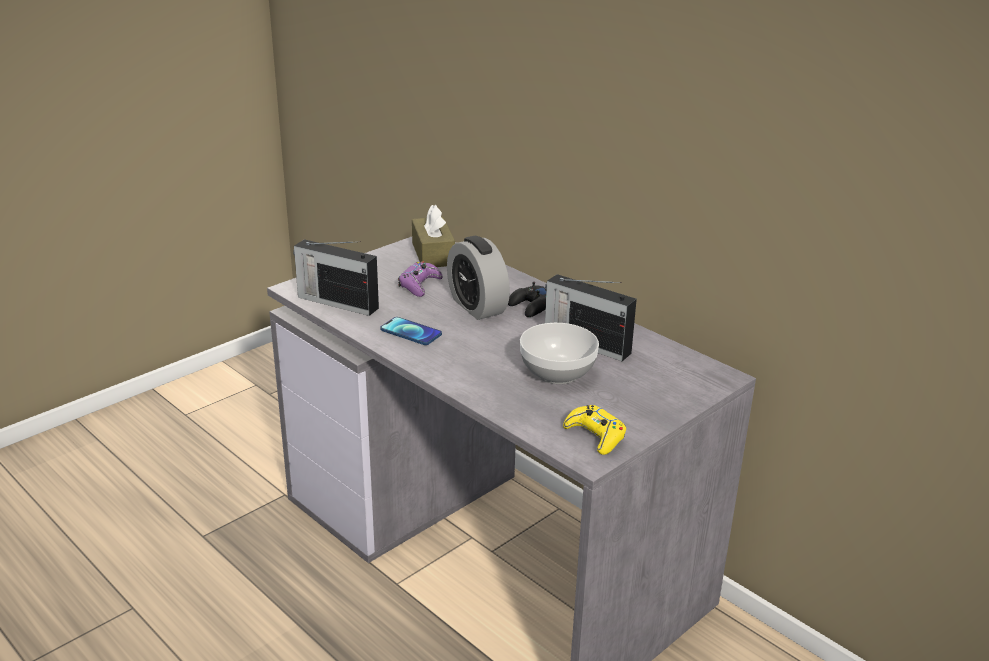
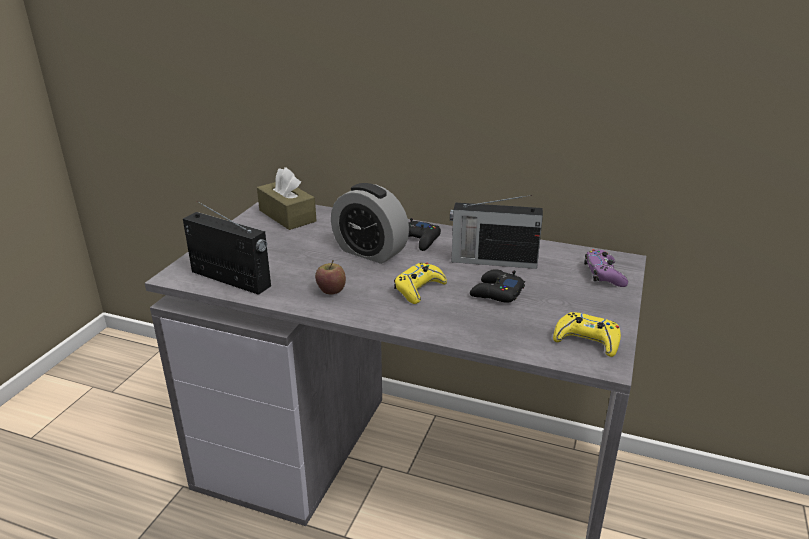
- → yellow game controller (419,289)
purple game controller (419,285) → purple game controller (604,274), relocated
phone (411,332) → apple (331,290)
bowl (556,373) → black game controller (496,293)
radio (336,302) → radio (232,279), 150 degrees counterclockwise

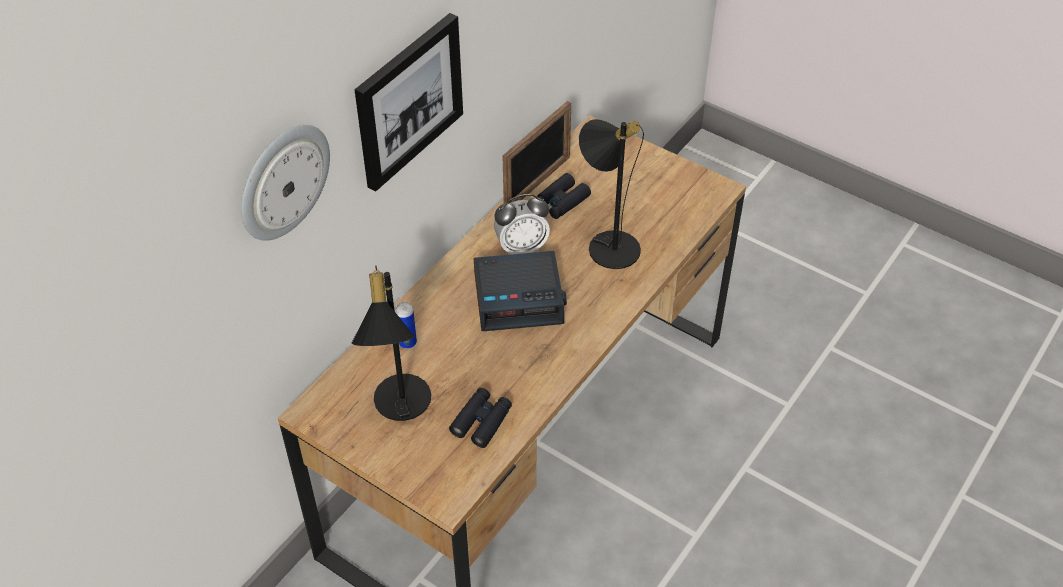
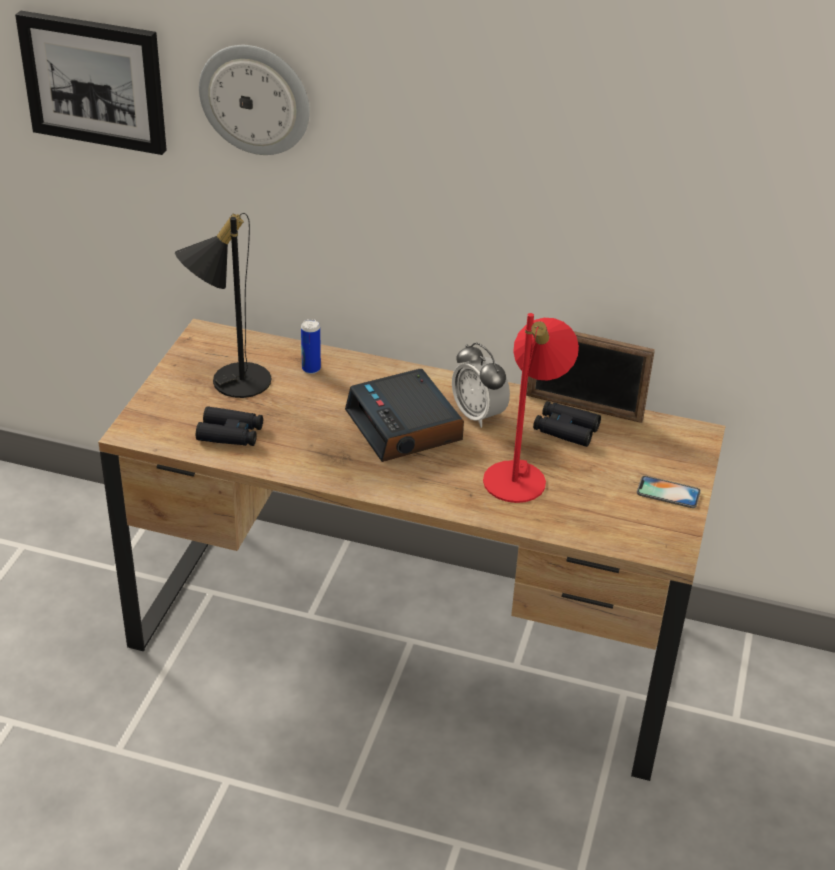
- → phone (668,492)
picture (408,100) → picture (94,81), relocated
black table lamp (608,243) → red table lamp (522,475)

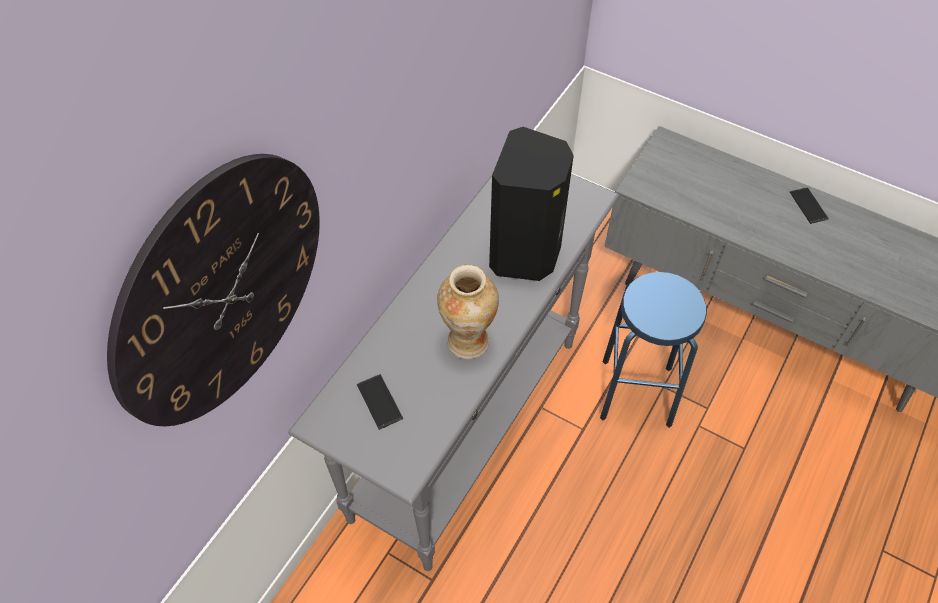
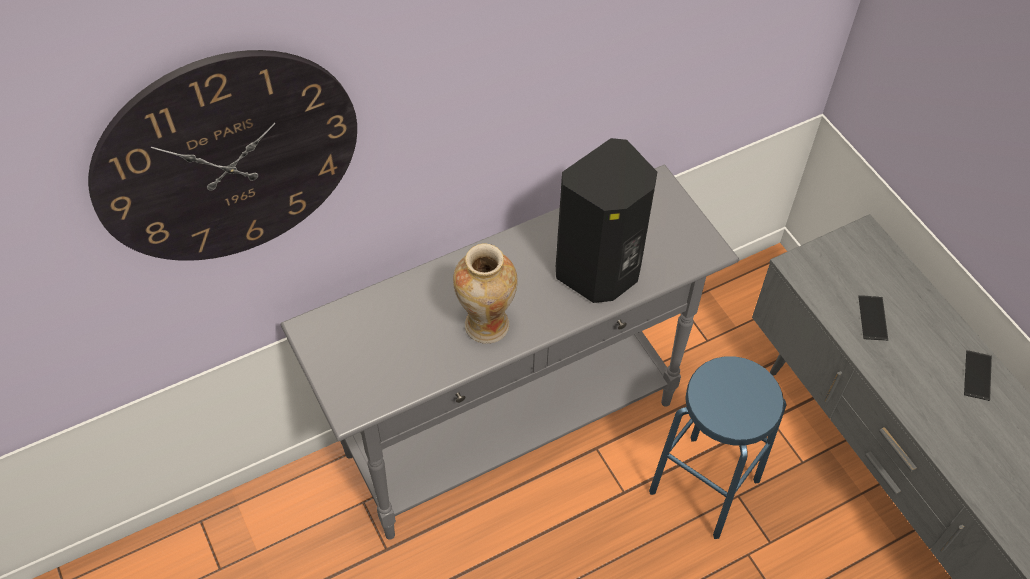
phone (379,401) → phone (872,318), relocated

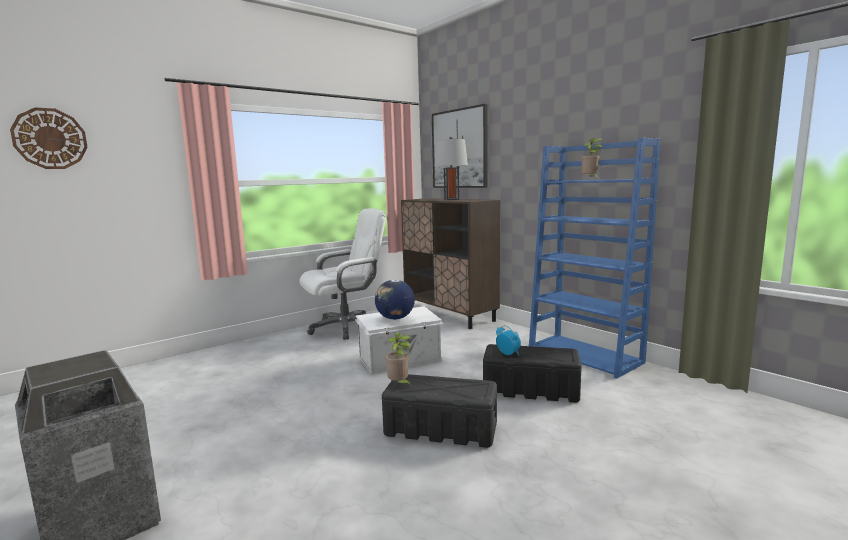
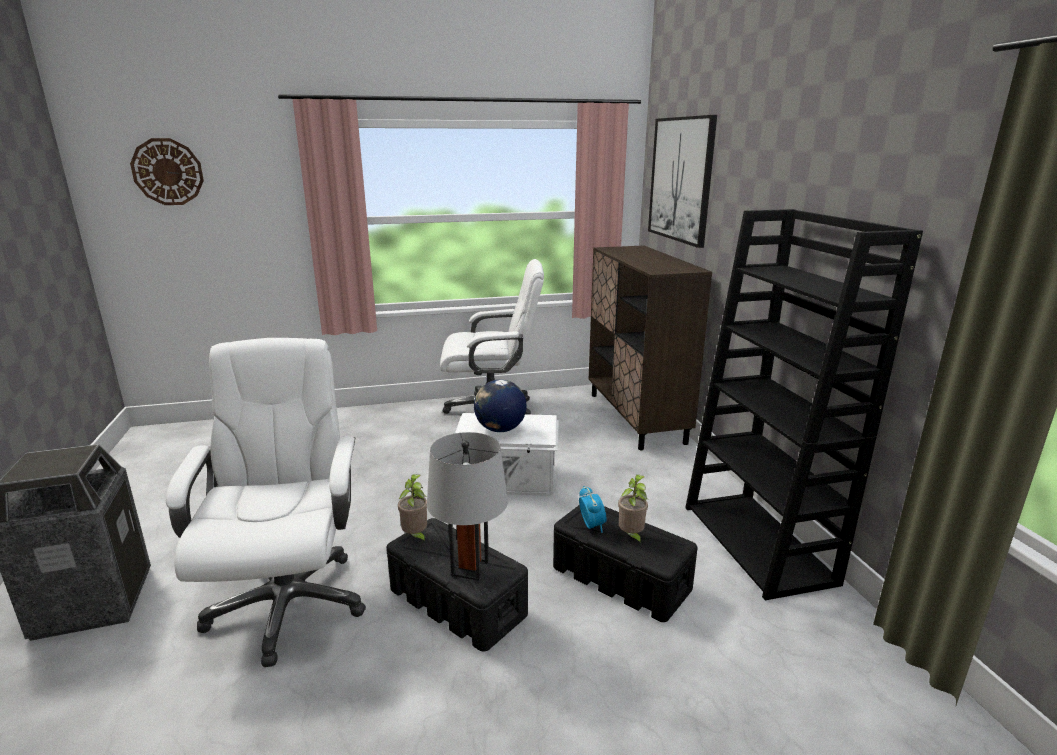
- → white office chair (288,602)
grey table lamp (451,199) → grey table lamp (470,569), relocated
potted plant (590,179) → potted plant (631,536), relocated
blue bookcase (585,356) → black bookcase (759,544)

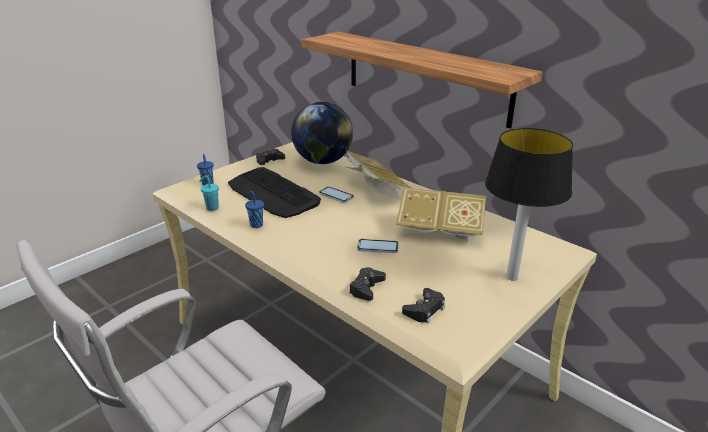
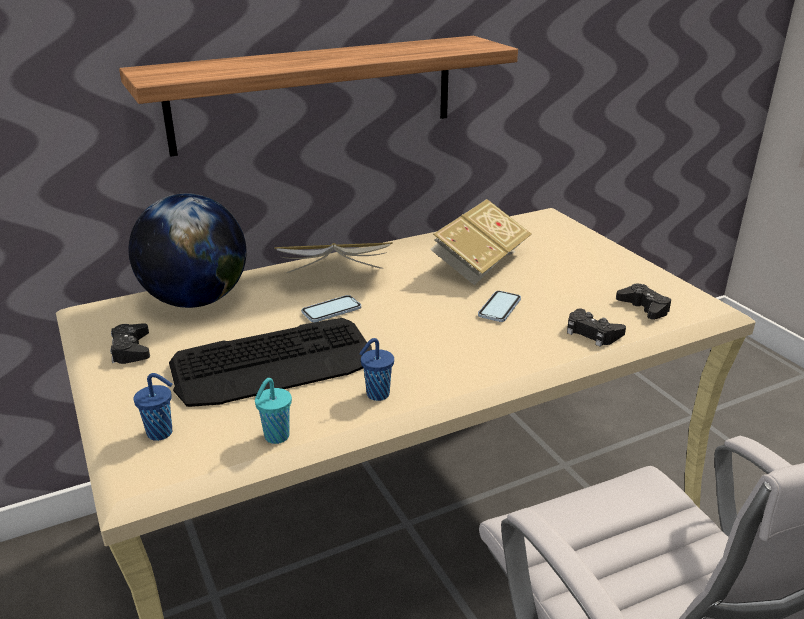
table lamp (511,276) → -

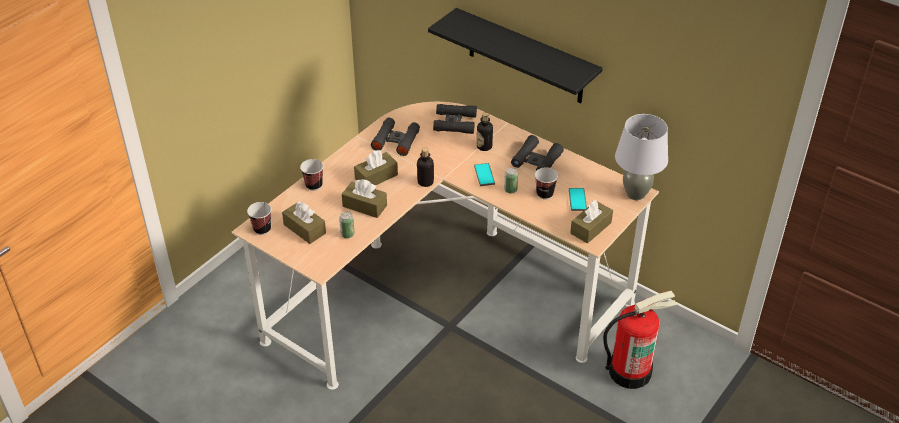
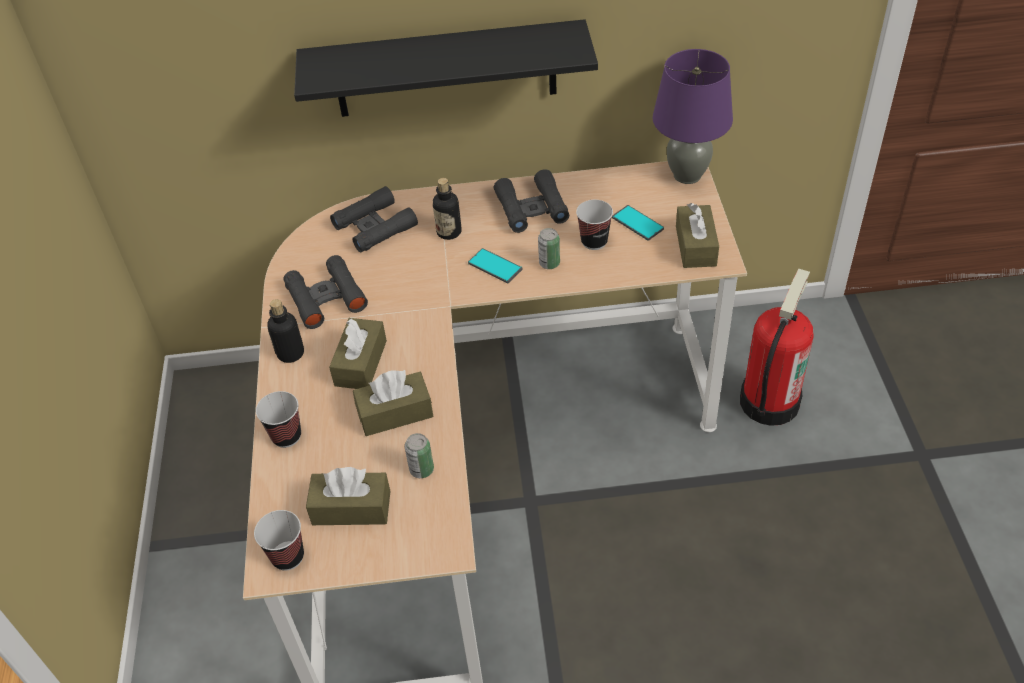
bottle (425,182) → bottle (290,353), relocated
grey table lamp (636,193) → purple table lamp (687,175)

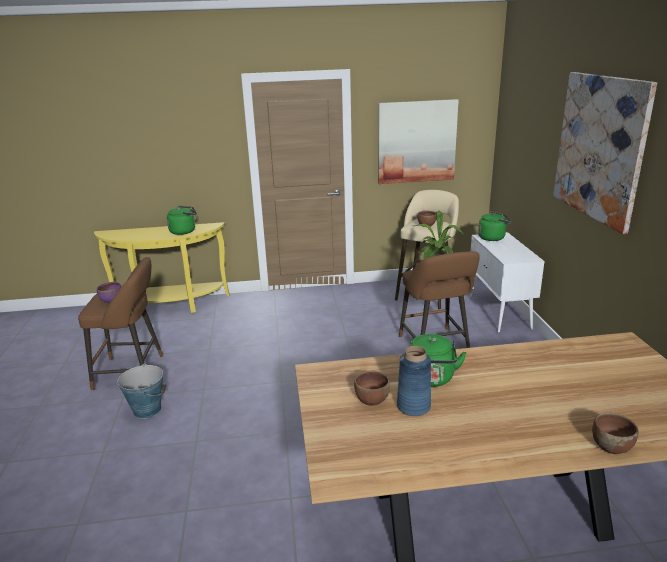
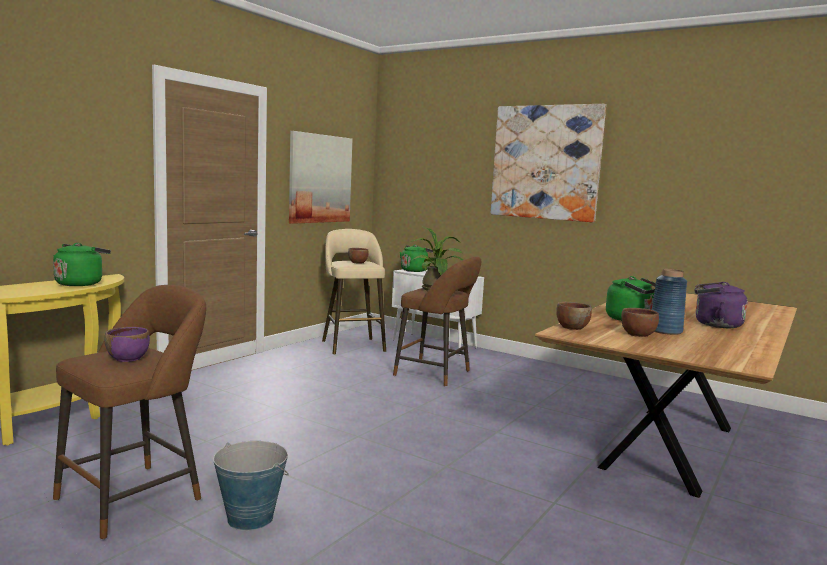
- → purple kettle (714,324)
brown bowl (610,446) → brown bowl (572,327), relocated

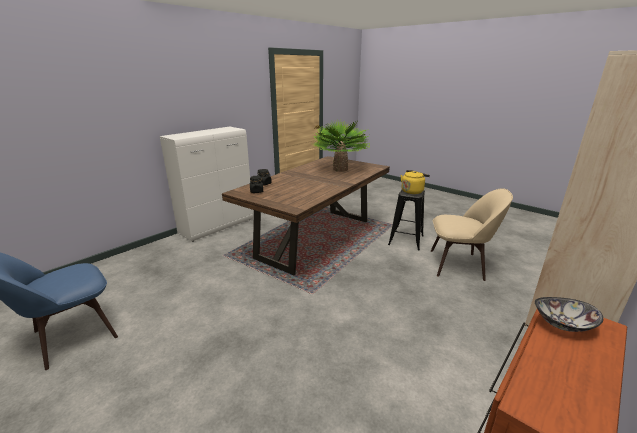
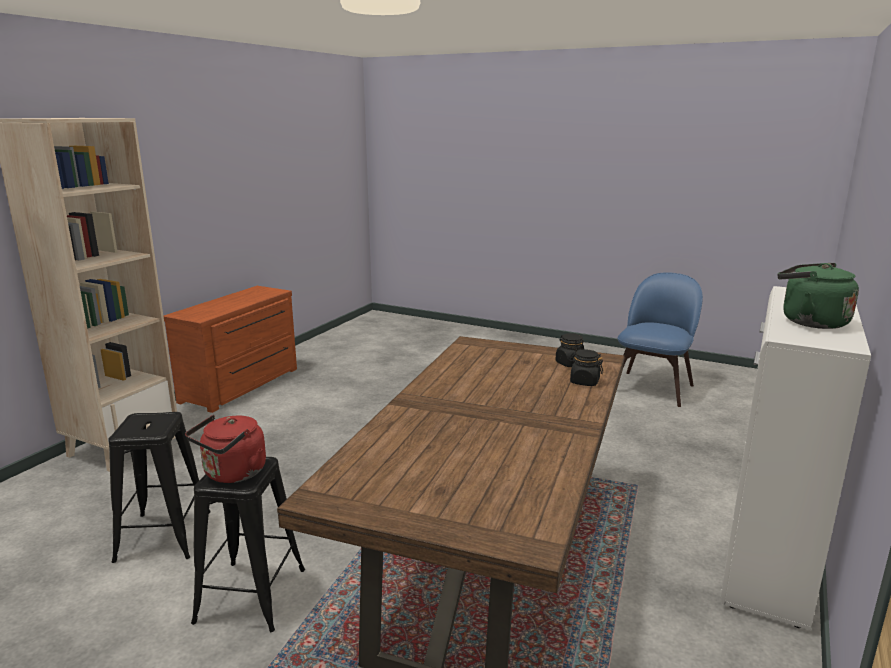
potted plant (340,169) → -
bowl (562,324) → -
- → green kettle (809,322)
beige chair (459,265) → black stool (163,536)
yellow kettle (412,191) → red kettle (232,474)

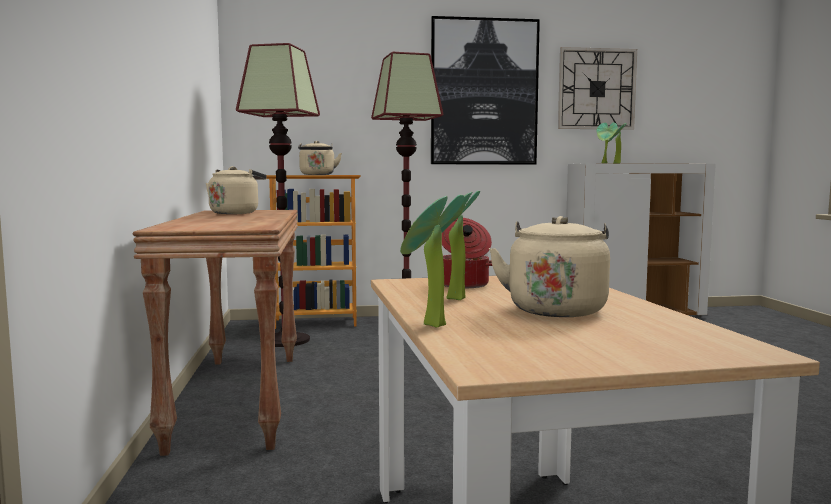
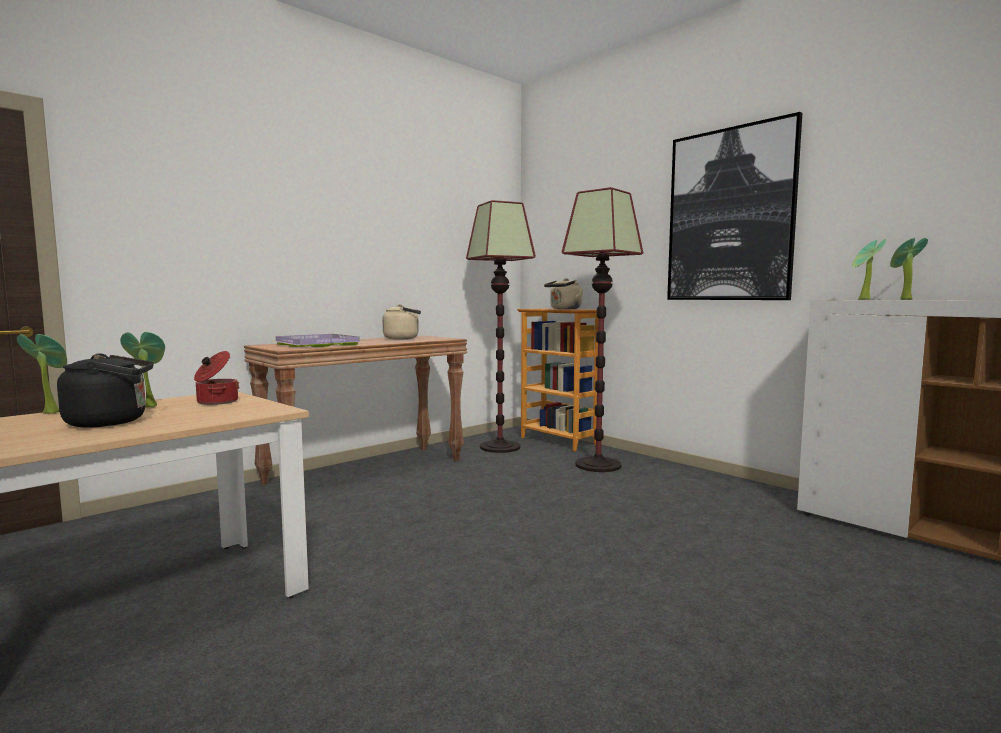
wall clock (596,89) → -
- → purple tray (315,344)
beige kettle (556,309) → black kettle (112,422)

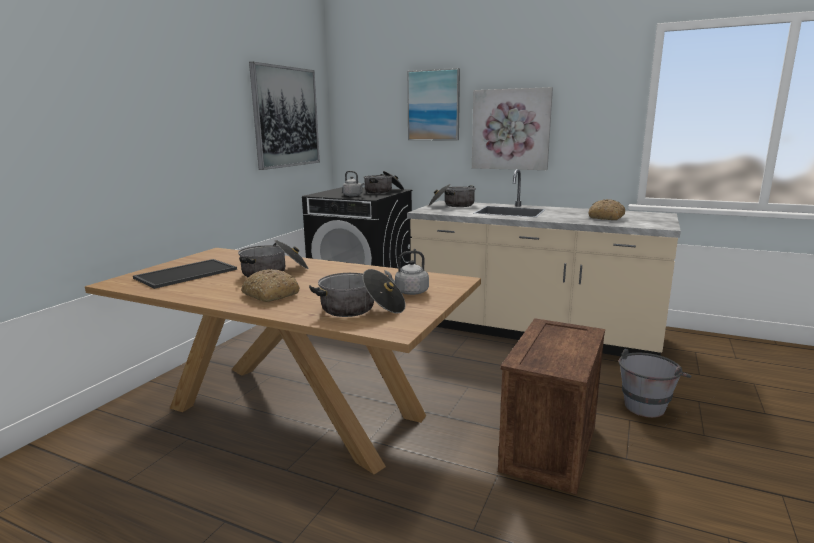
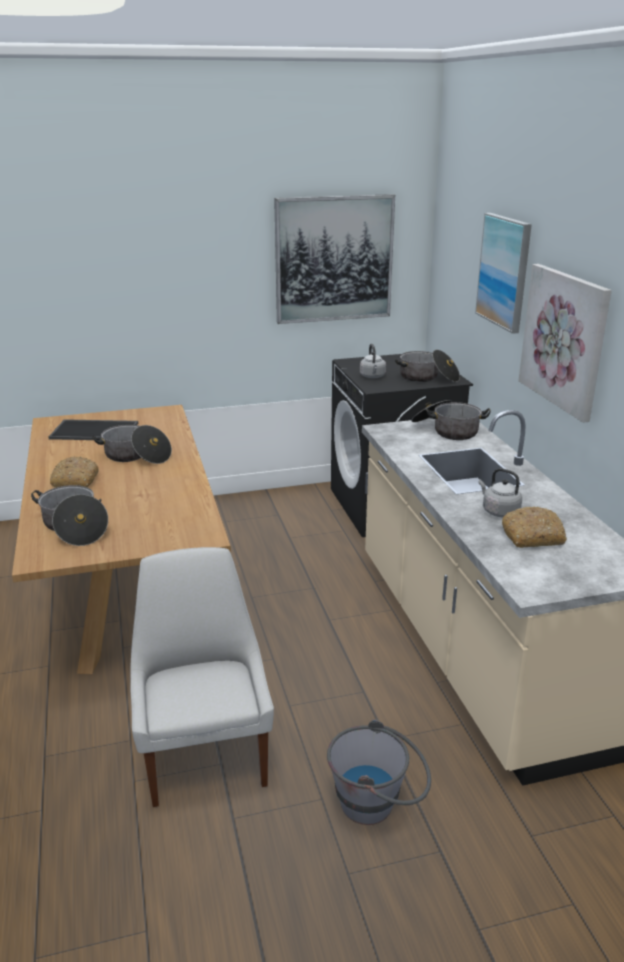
grey kettle (409,292) → grey kettle (498,511), relocated
crate (548,447) → white chair (205,755)

